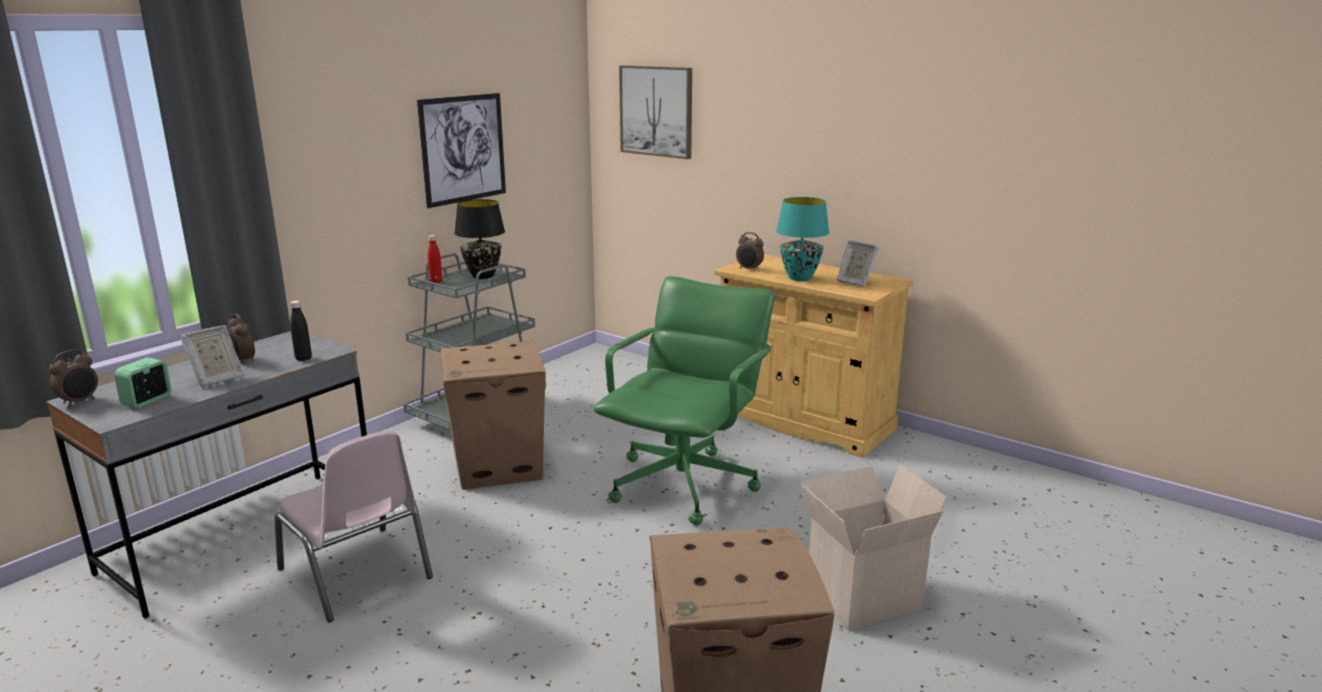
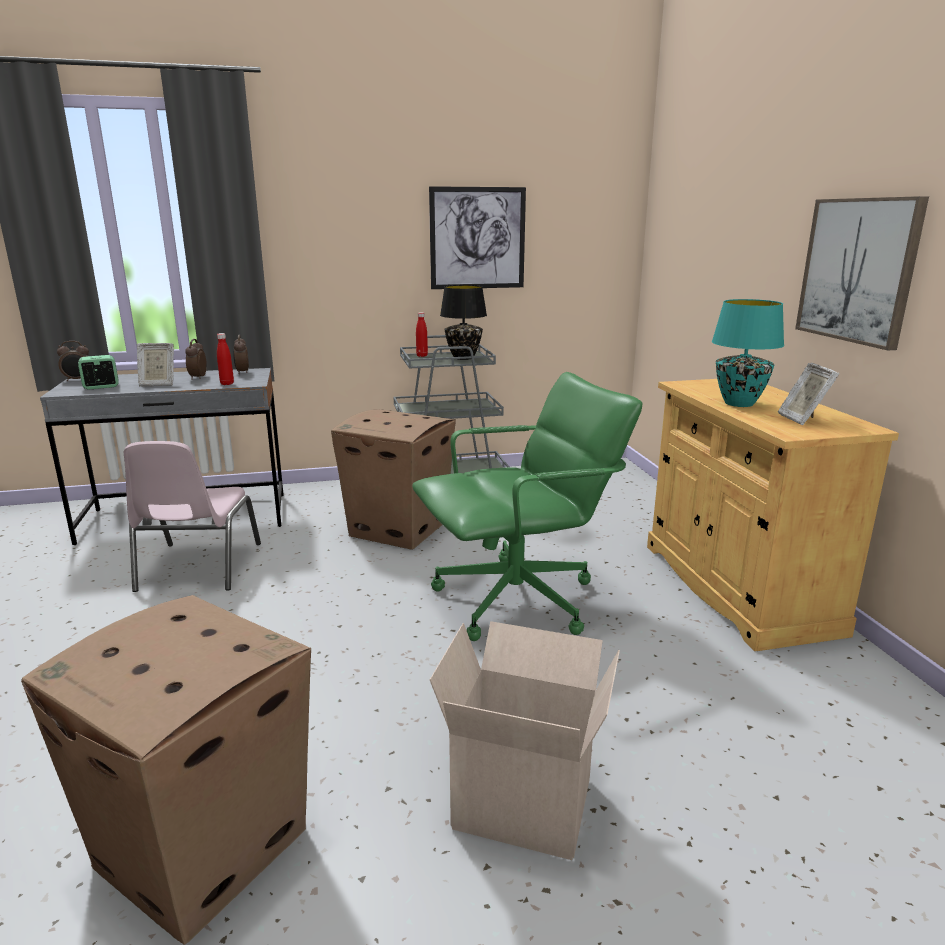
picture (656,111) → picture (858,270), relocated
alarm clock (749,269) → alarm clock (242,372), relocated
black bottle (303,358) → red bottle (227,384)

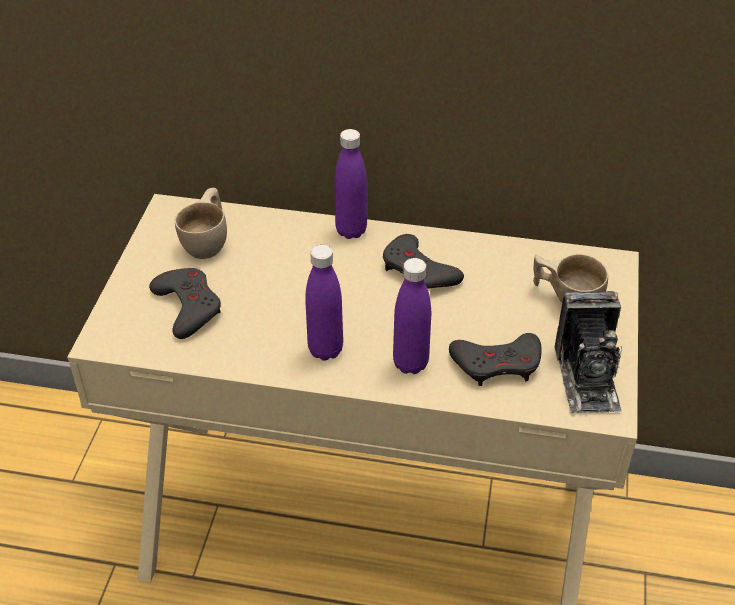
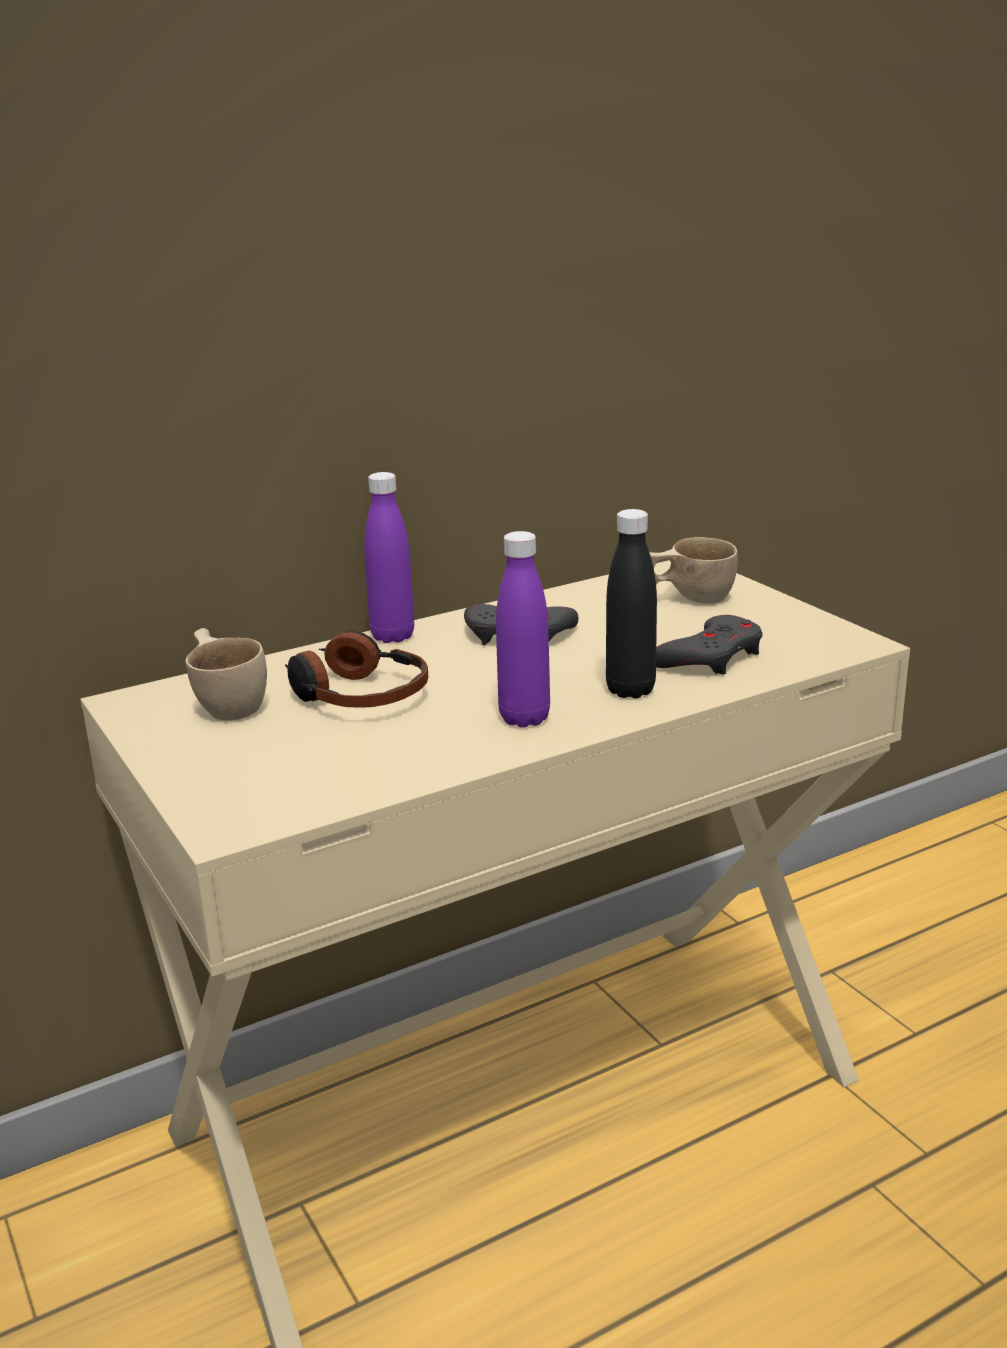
grey game controller (188,306) → -
photo camera (587,377) → -
- → headphones (357,695)
purple bottle (410,363) → black bottle (630,690)

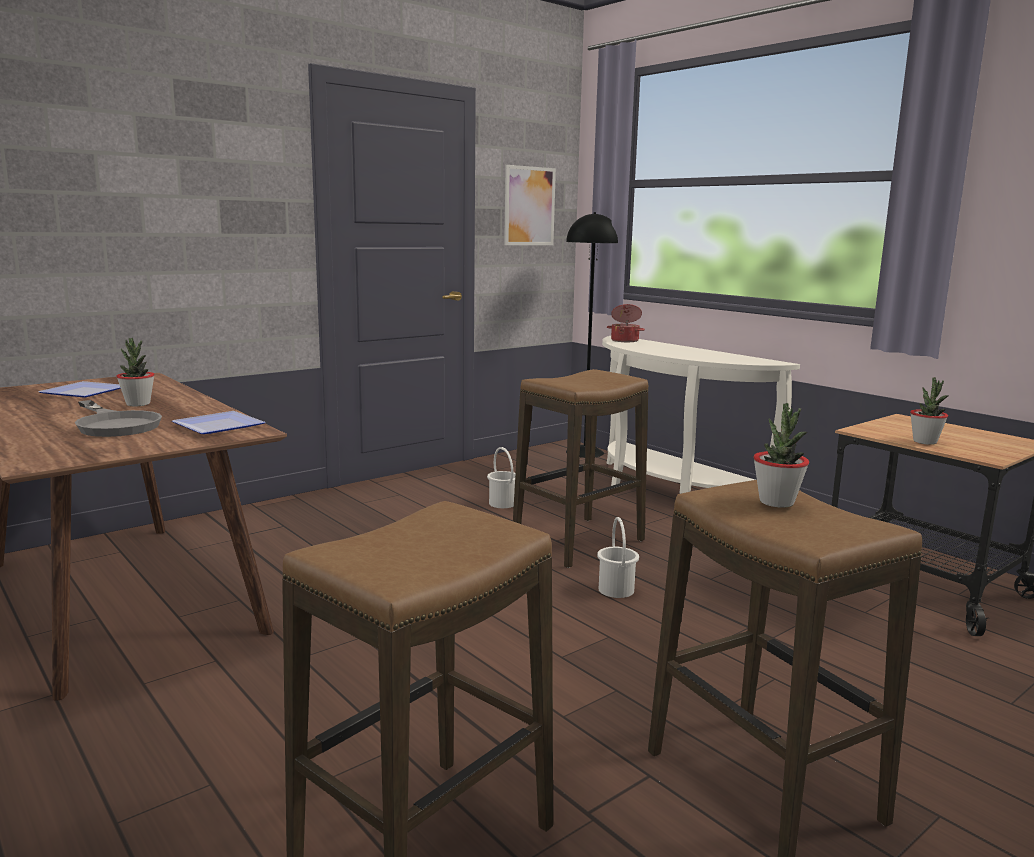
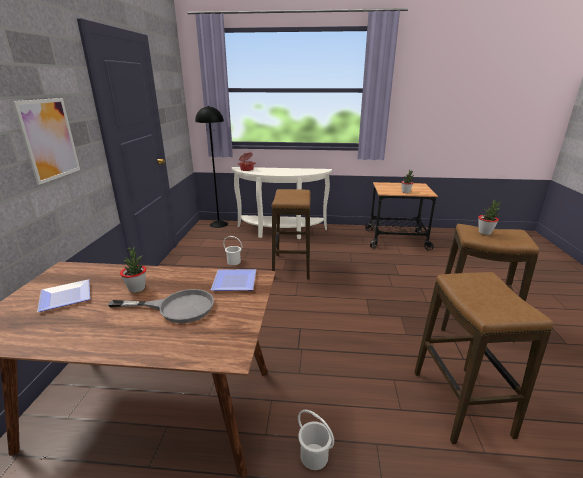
picture (529,206) → picture (49,139), relocated
white bucket (616,590) → white bucket (314,455), relocated

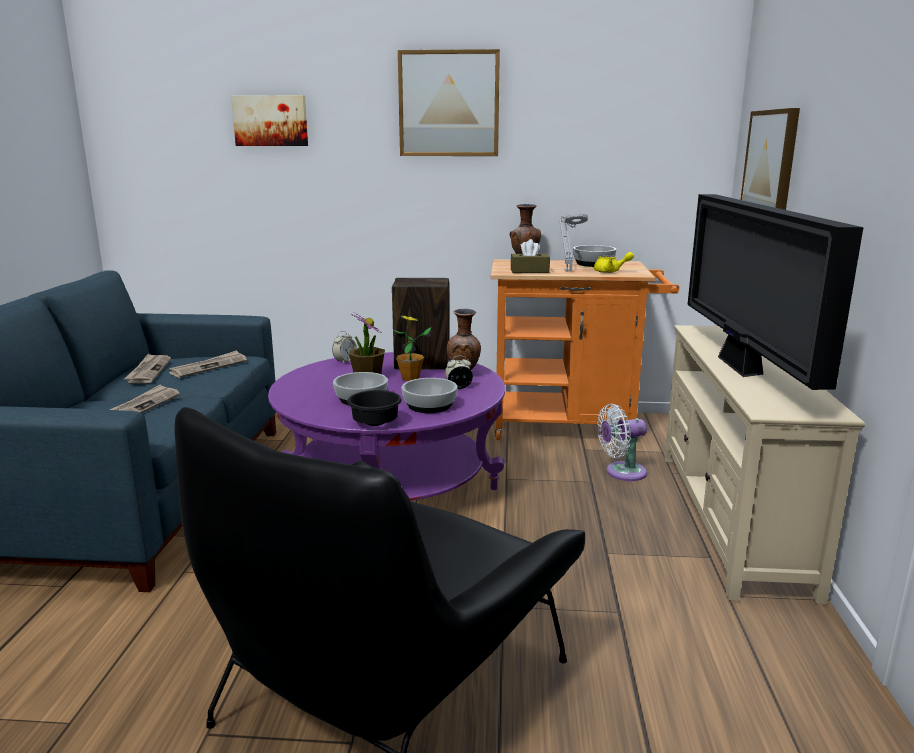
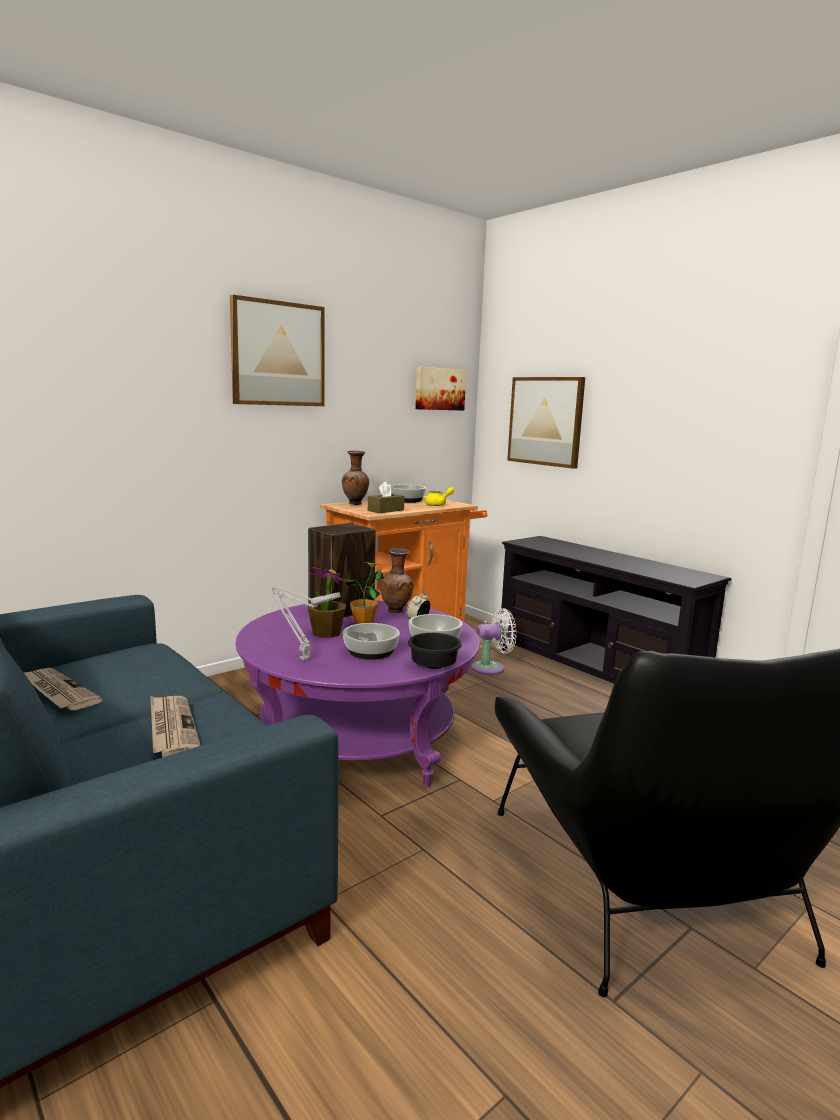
newspaper (209,367) → -
alarm clock (345,361) → -
television (741,368) → -
picture (271,121) → picture (439,389), relocated
grey table lamp (567,270) → grey table lamp (302,658), relocated
beige tv stand (731,519) → black tv stand (594,676)
white fan (621,472) → white fan (491,668), 135 degrees counterclockwise

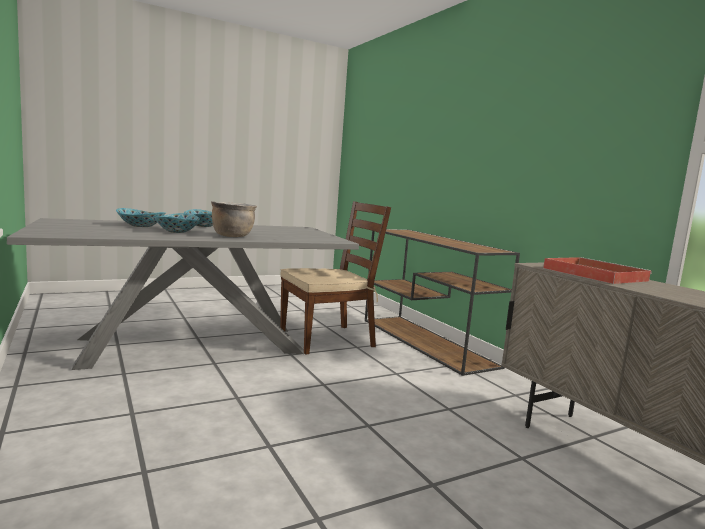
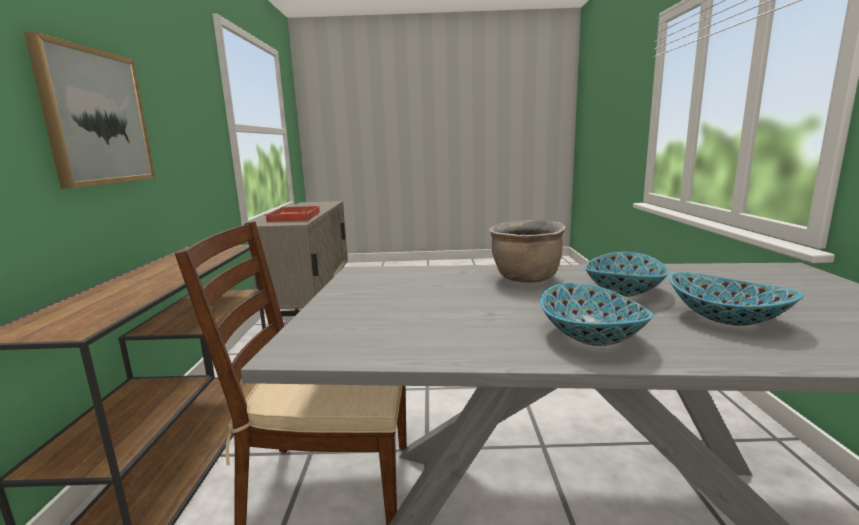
- → picture (95,117)

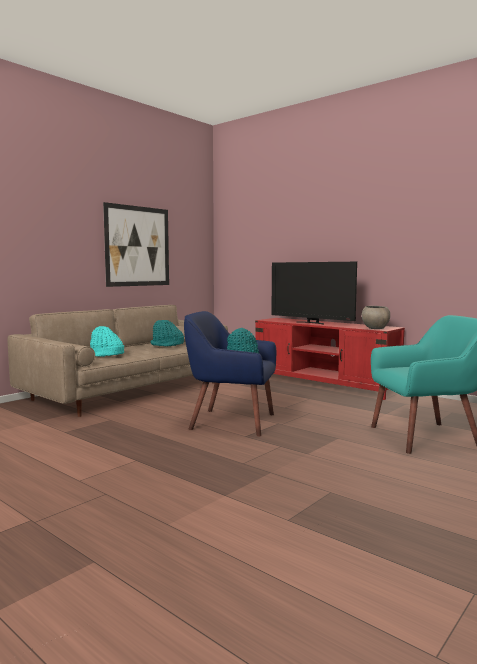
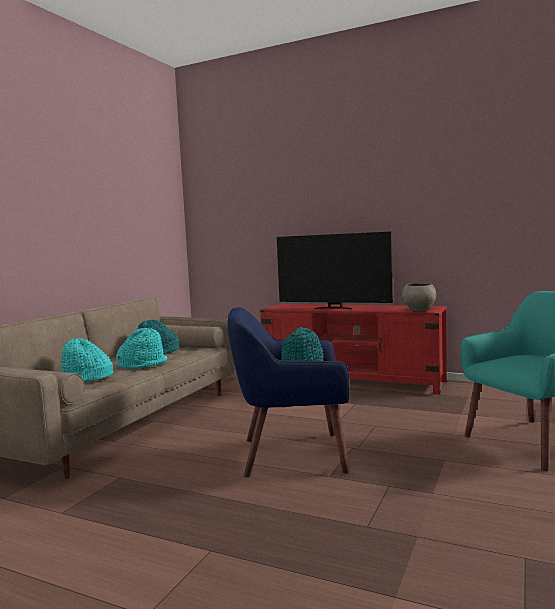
picture (138,246) → -
- → turquoise hat (142,364)

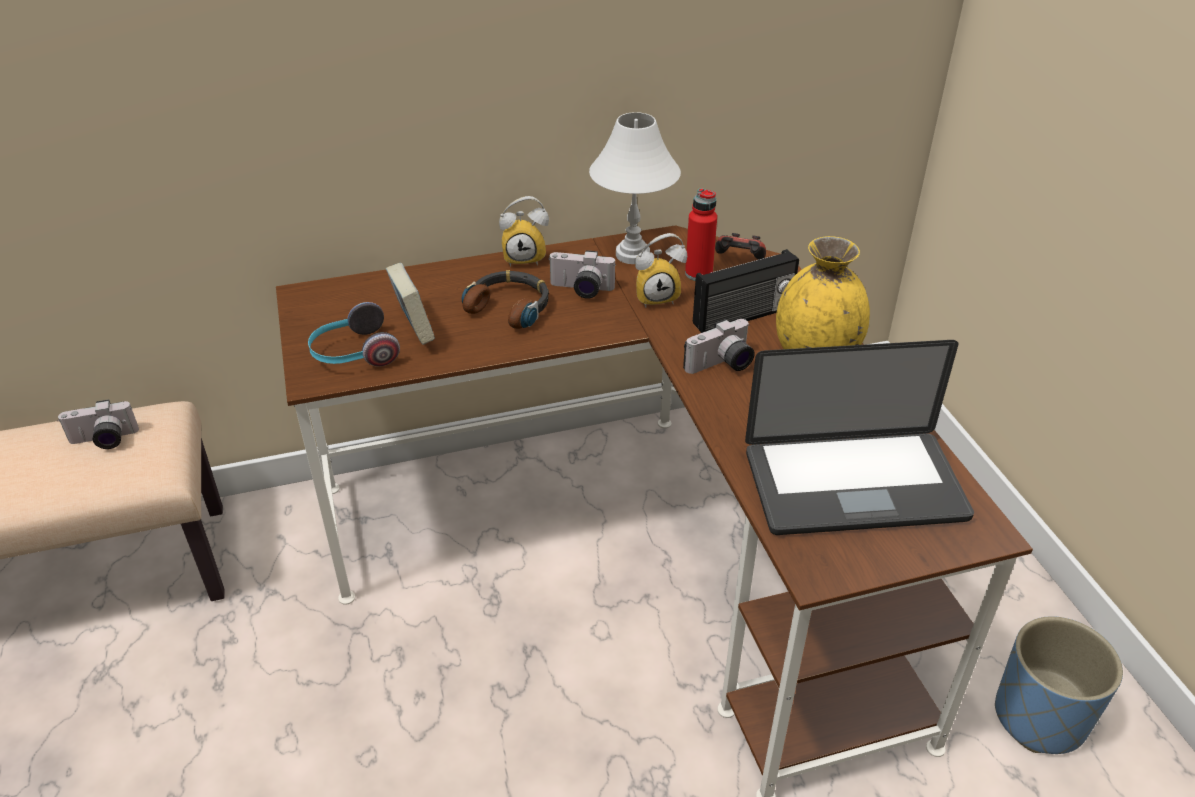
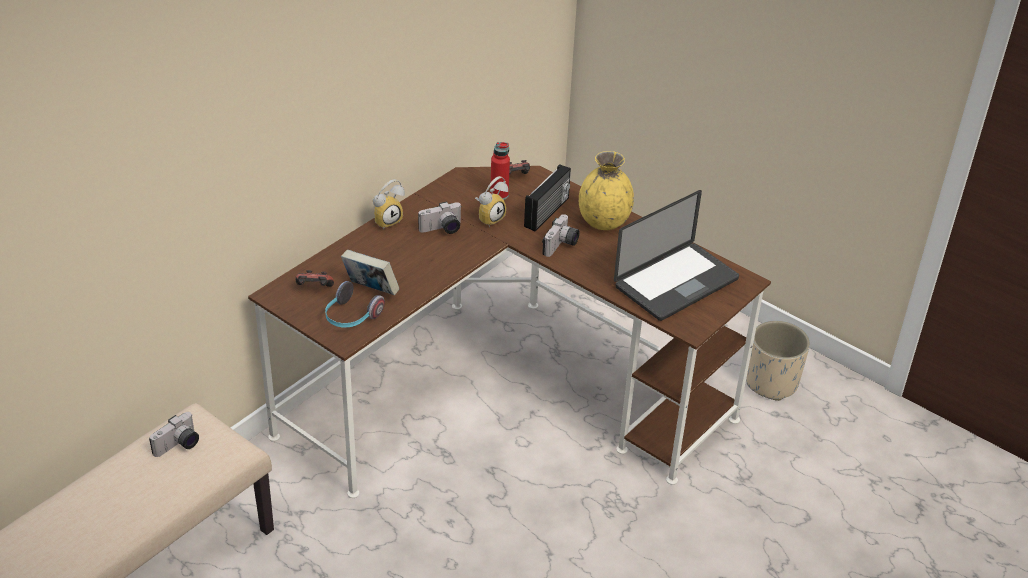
headphones (510,306) → -
white table lamp (633,255) → -
- → game controller (314,289)
blue planter (1039,717) → beige planter (771,382)

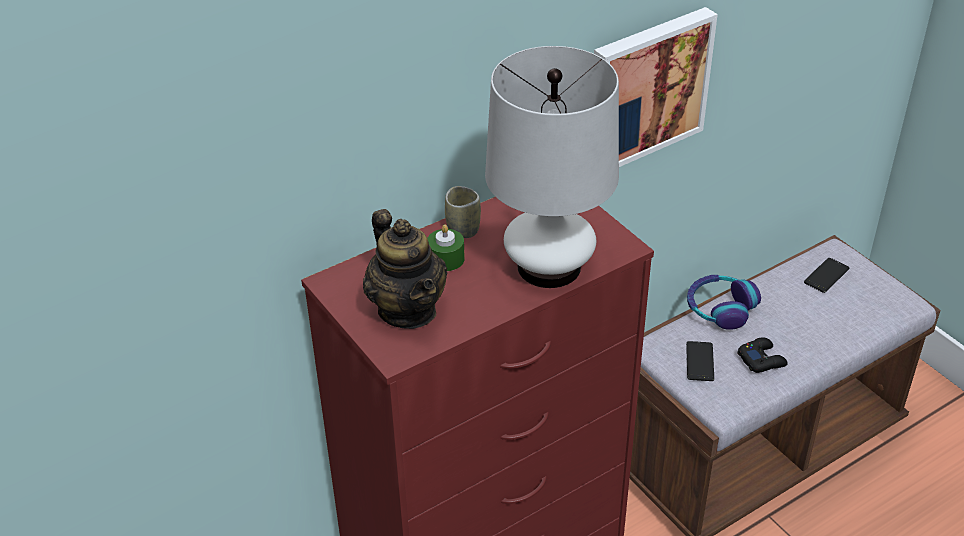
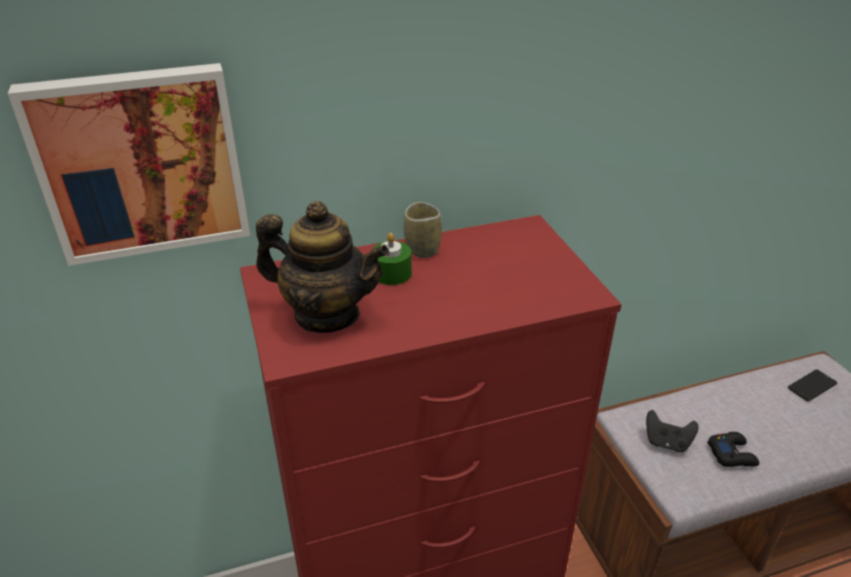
white table lamp (548,267) → -
headphones (720,308) → -
picture (646,88) → picture (141,162), relocated
phone (699,361) → black game controller (667,443)
teapot (408,310) → teapot (327,314), 60 degrees counterclockwise

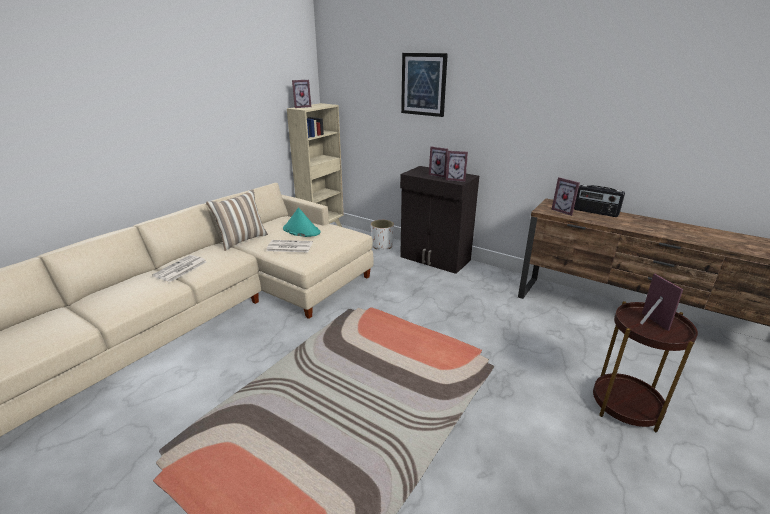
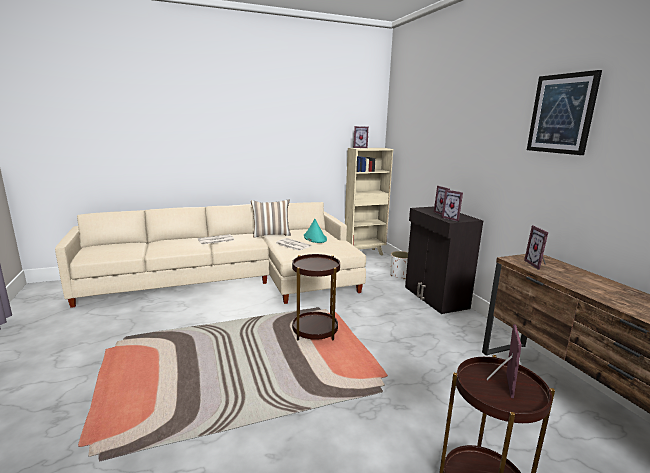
radio (595,212) → -
- → brown side table (315,331)
picture (423,84) → picture (561,114), relocated

